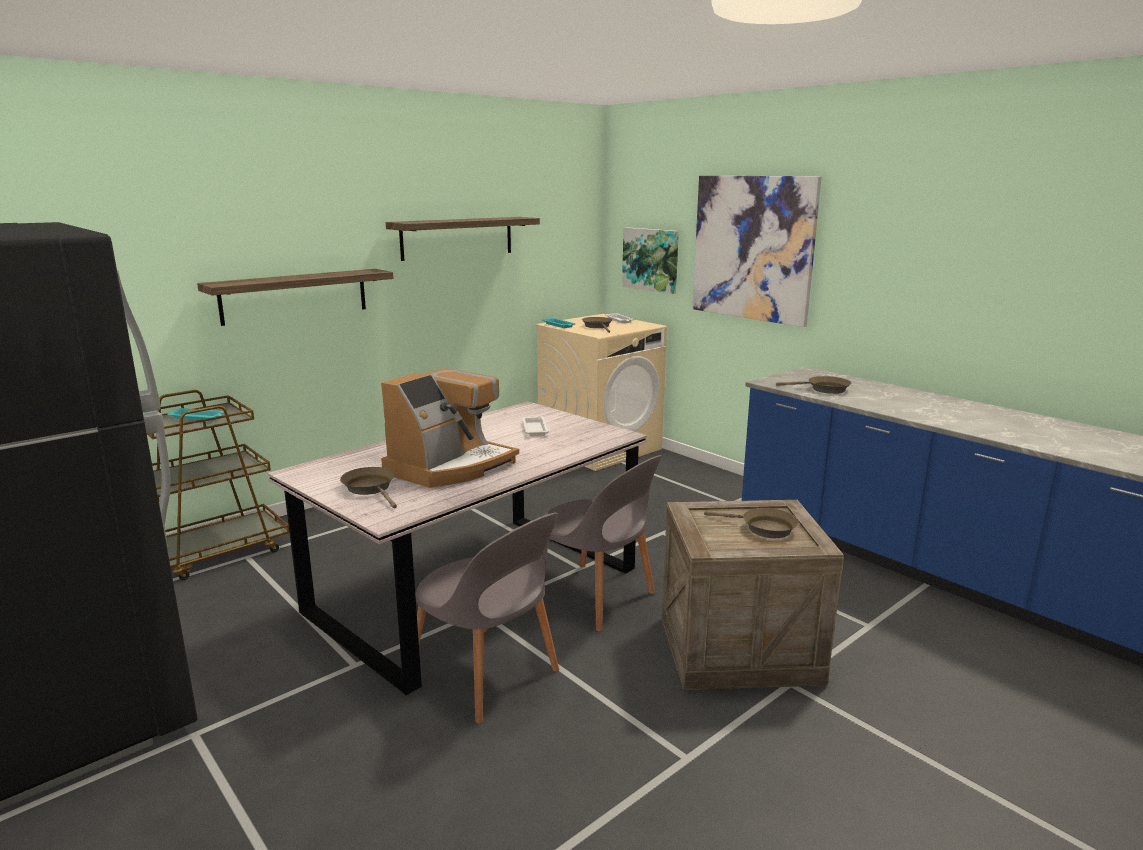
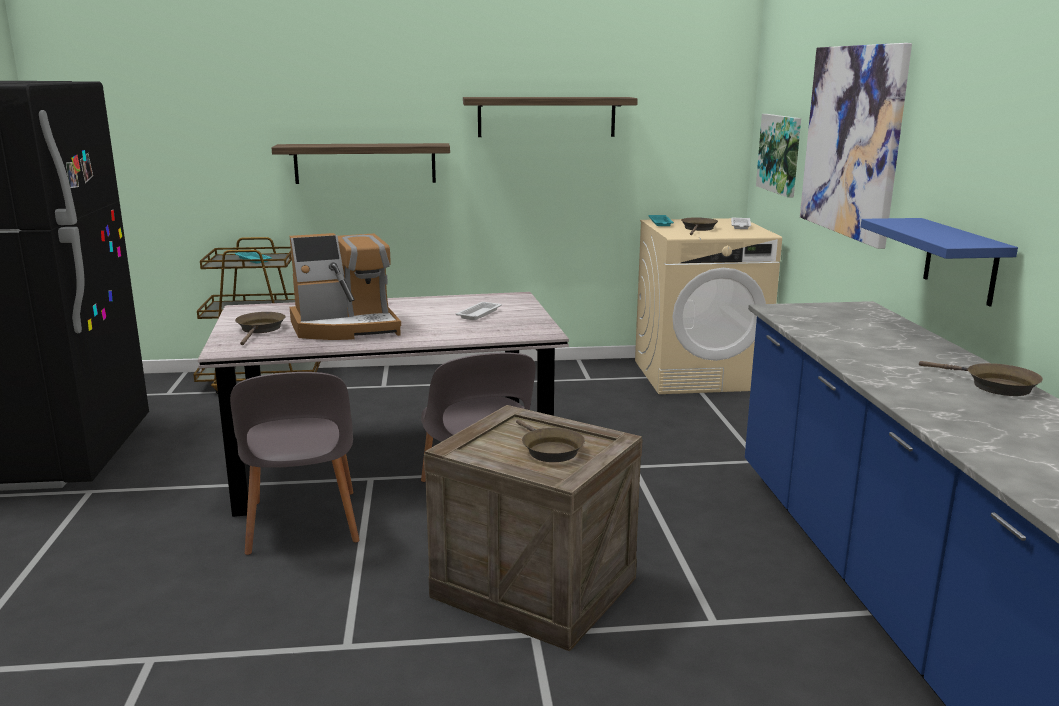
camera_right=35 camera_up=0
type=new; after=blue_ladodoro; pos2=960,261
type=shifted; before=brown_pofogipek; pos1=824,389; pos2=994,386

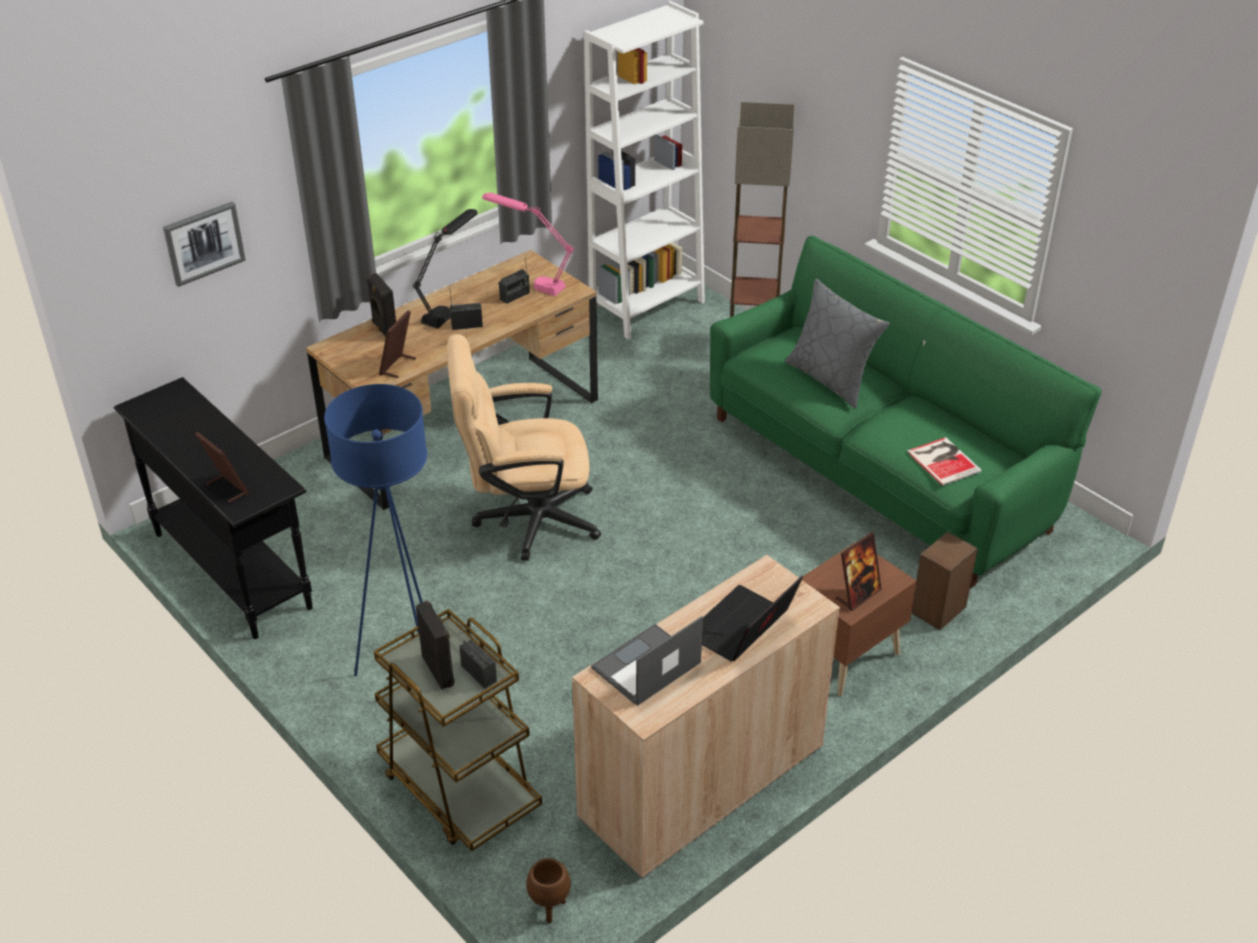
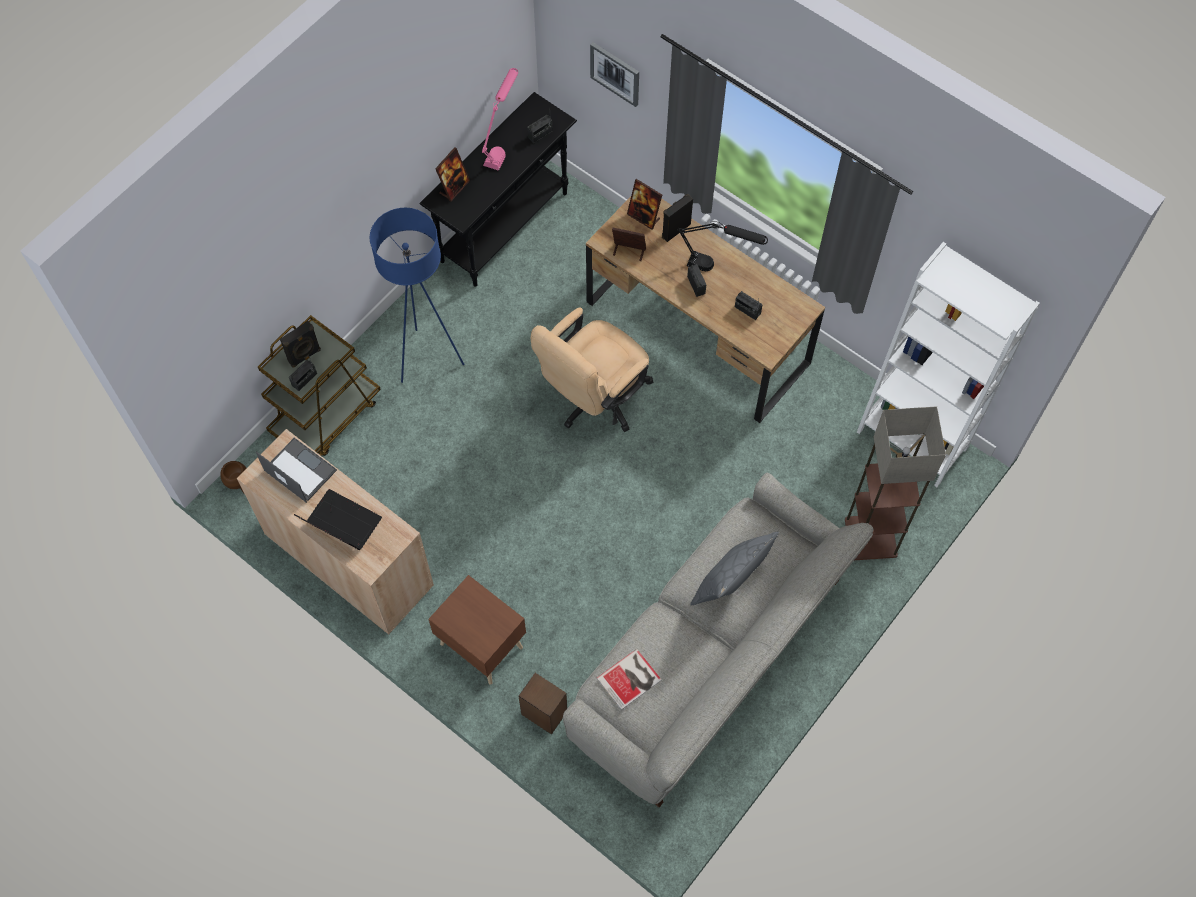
camera_right=80 camera_up=25
type=shifted; before=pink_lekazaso; pos1=531,282; pos2=502,146
type=new; after=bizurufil; pos2=540,134
type=rotated; before=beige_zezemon; pos1=525,520; pos2=594,399; turn=-120
type=repainted; before=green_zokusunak; after=grey_zokusunak; pos1=878,472; pos2=710,659
type=shifted; before=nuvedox; pos1=858,595; pos2=644,217

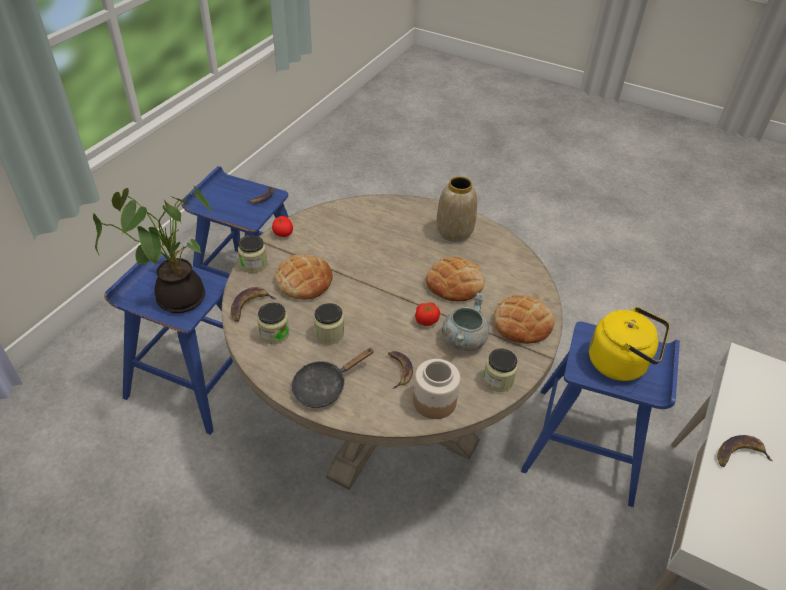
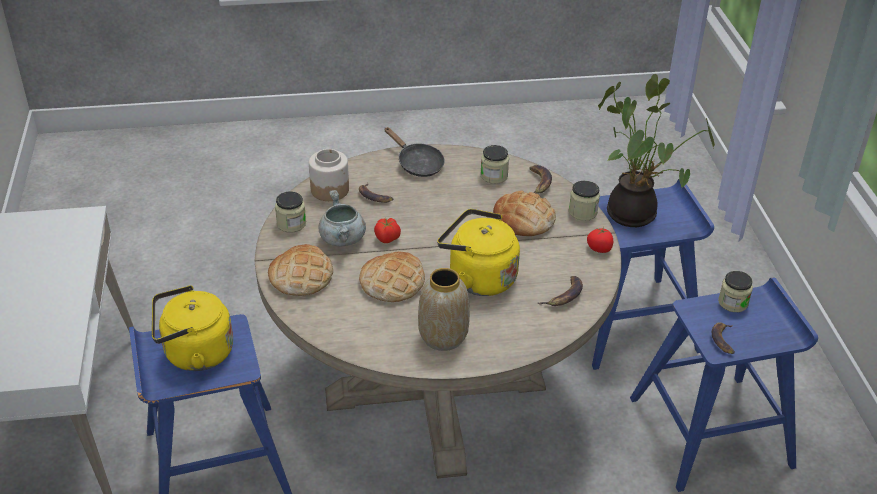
camera_right=145 camera_up=-5
type=rotated; before=black_pofogipek; pos1=324,387; pos2=417,164; turn=120
type=new; after=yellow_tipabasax; pos2=478,278
type=shifted; before=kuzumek; pos1=739,454; pos2=564,296
type=shifted; before=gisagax; pos1=329,334; pos2=733,303

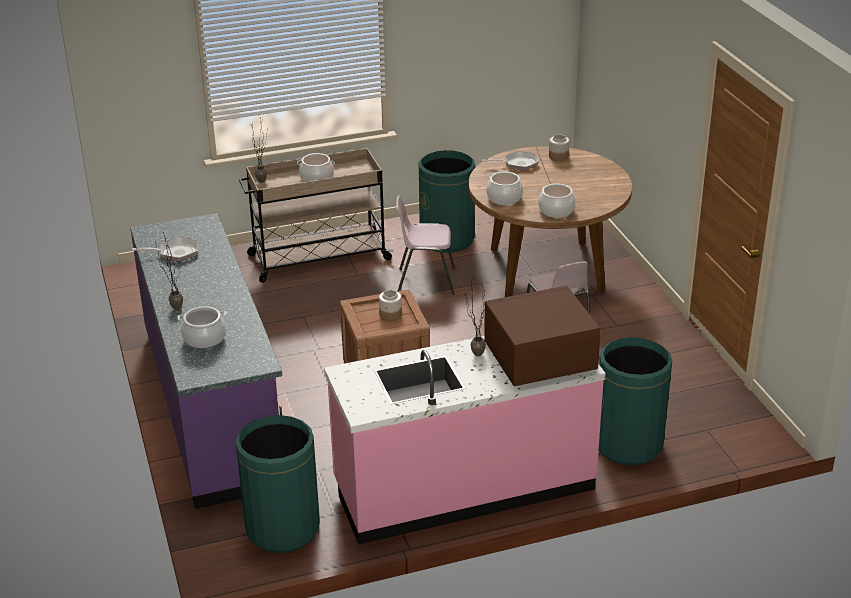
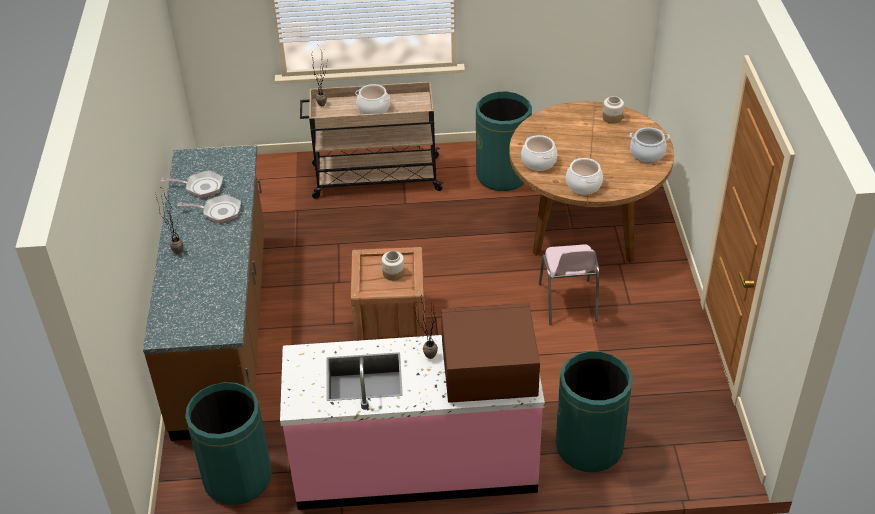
camera_right=15 camera_up=10
type=repainted; before=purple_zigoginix; after=brown_zigoginix; pos1=213,406; pos2=224,330
type=shifted; before=pofogipek; pos1=518,164; pos2=219,211
type=shifted; before=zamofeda; pos1=204,339; pos2=647,154
type=gone; before=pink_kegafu; pos1=425,281

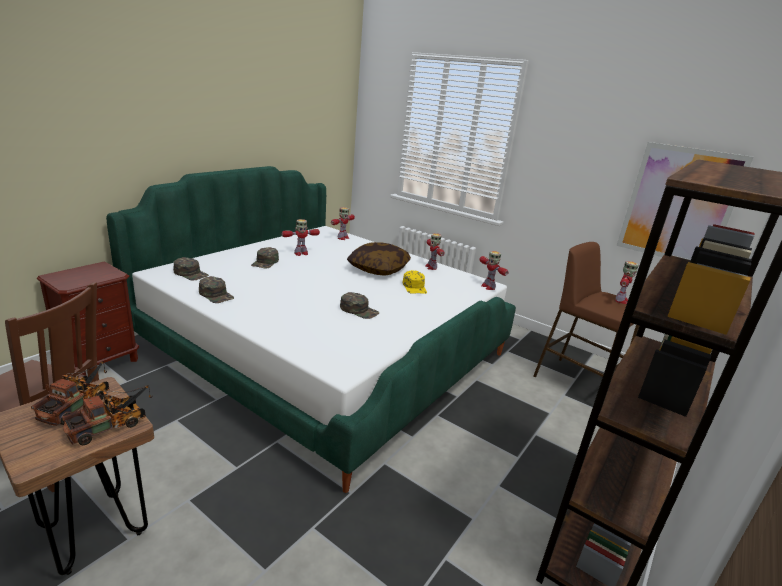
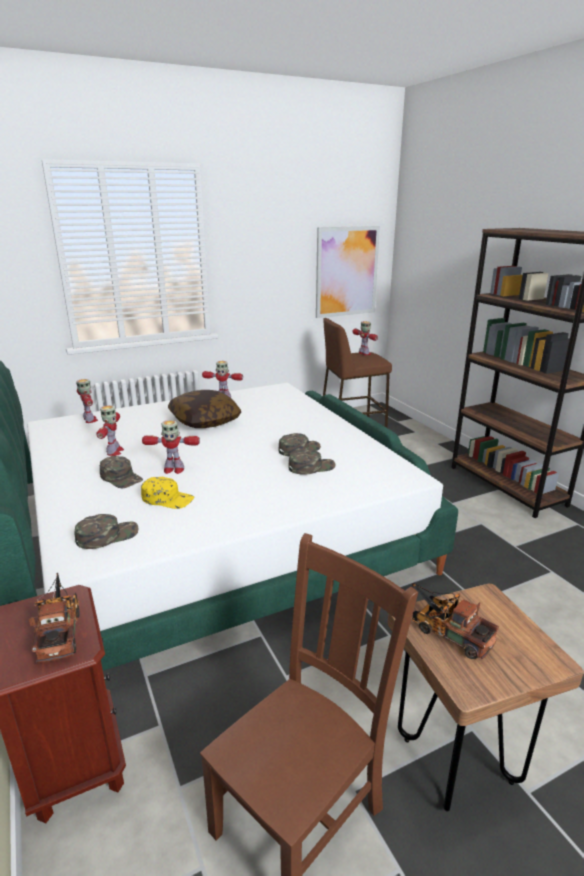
camera_right=-60 camera_up=0
type=shifted; before=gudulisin; pos1=113,425; pos2=60,630
type=shifted; before=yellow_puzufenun; pos1=414,287; pos2=168,498
type=shifted; before=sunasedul; pos1=488,287; pos2=173,469
type=shifted; before=green_puzufenun; pos1=216,295; pos2=311,467

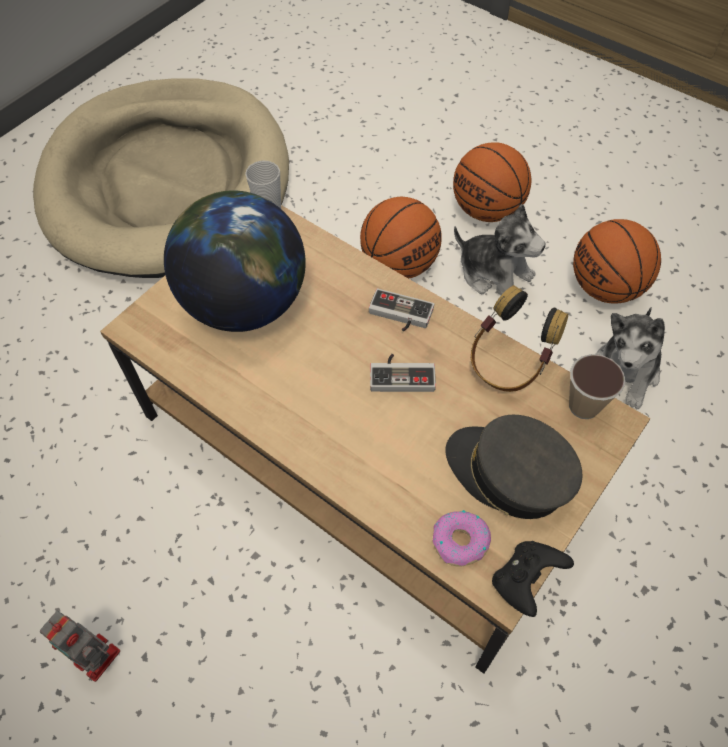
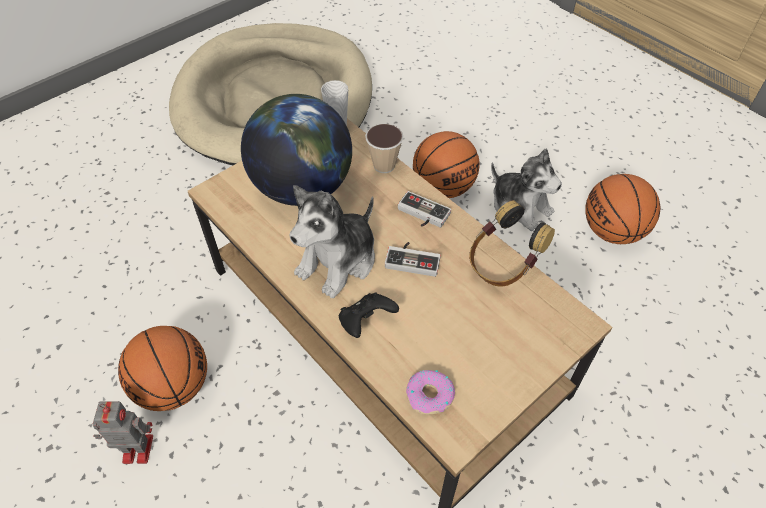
camera_right=10 camera_up=-5
type=rotated; before=sunasedul; pos1=99,658; pos2=136,449; turn=135
type=shifted; before=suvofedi; pos1=486,210; pos2=174,386
type=shifted; before=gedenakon; pos1=624,372; pos2=338,261
type=shifted; before=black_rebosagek; pos1=525,581; pos2=366,322
type=shifted; before=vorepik; pos1=583,406; pos2=384,165
type=gone; before=grey_puzufenun; pos1=508,474

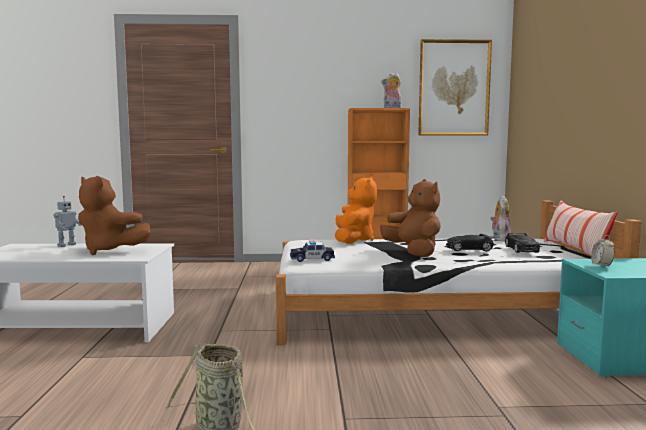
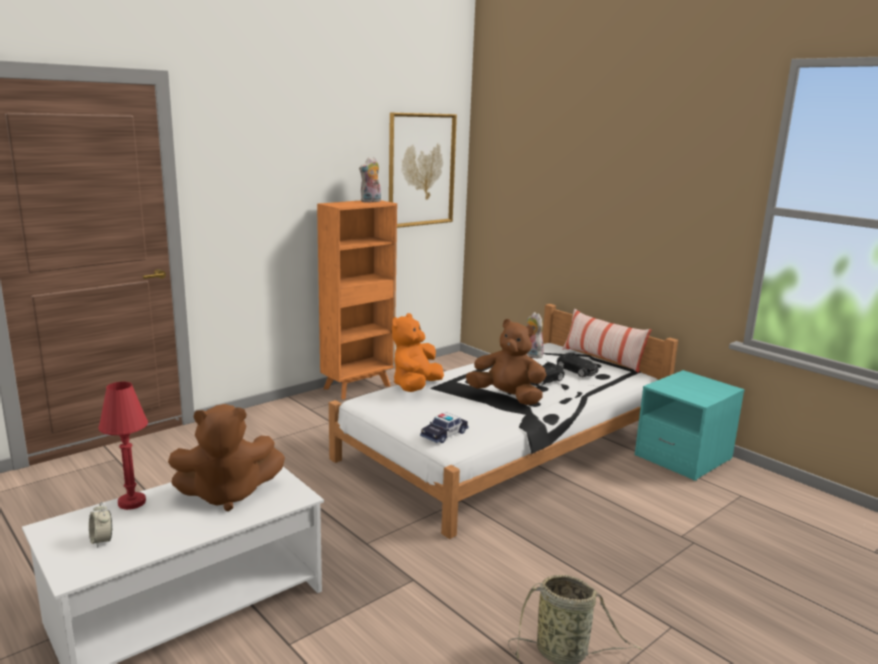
camera_right=-40 camera_up=10
type=shifted; before=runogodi; pos1=601,265; pos2=102,540
type=swapped; before=sunasedul; after=red_lekazaso; pos1=66,245; pos2=132,502
type=rotated; before=orange_gedenakon; pos1=353,240; pos2=415,387; turn=-120

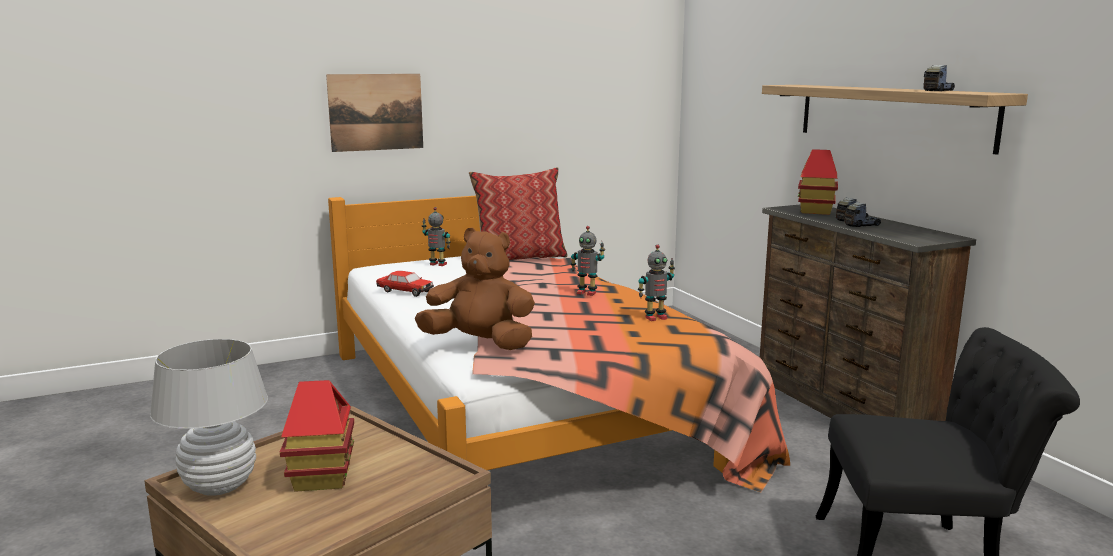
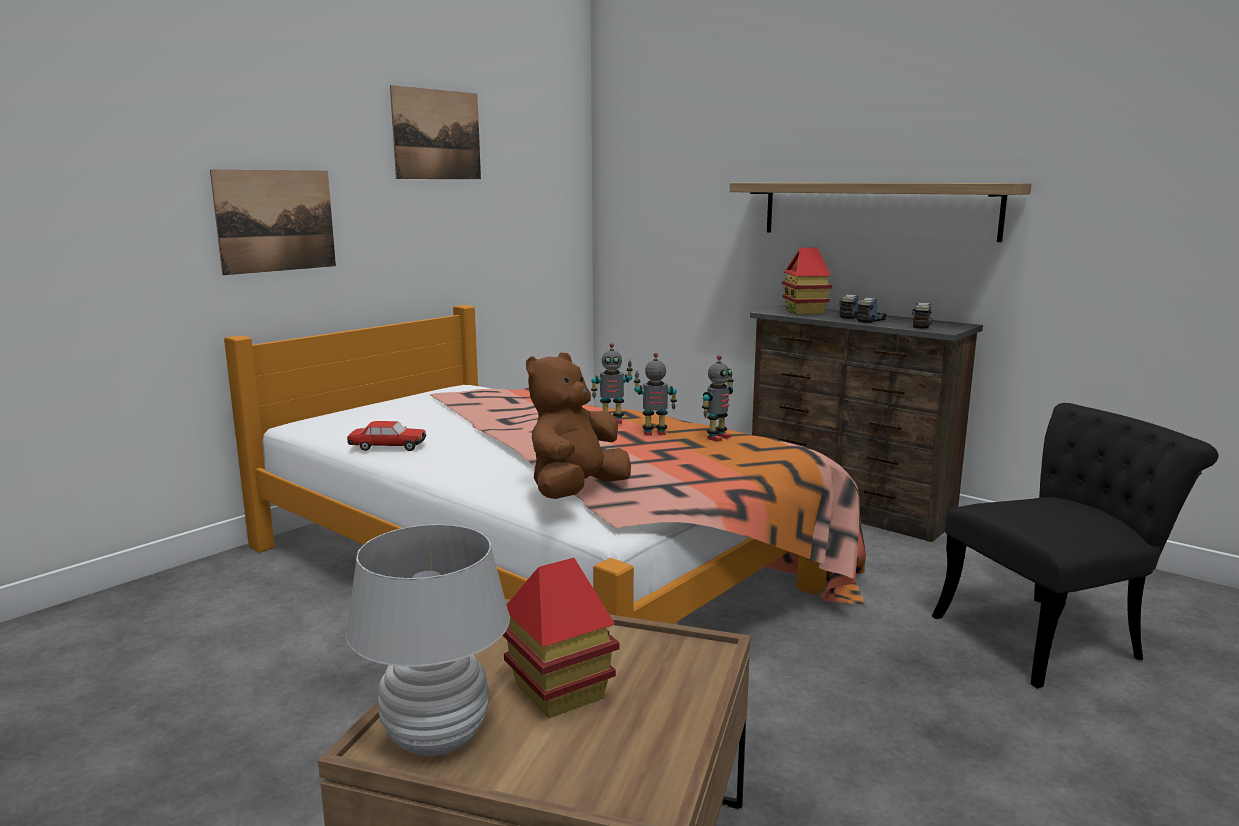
camera_right=-25 camera_up=0
type=new; after=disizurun; pos2=437,135
type=rotated; before=brown_gedenakon; pos1=480,343; pos2=576,492; turn=-45
type=shifted; before=sunasedul; pos1=437,265; pos2=654,434
type=shifted; before=gudulisin; pos1=937,90; pos2=921,326
type=gone; before=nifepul; pos1=519,257

